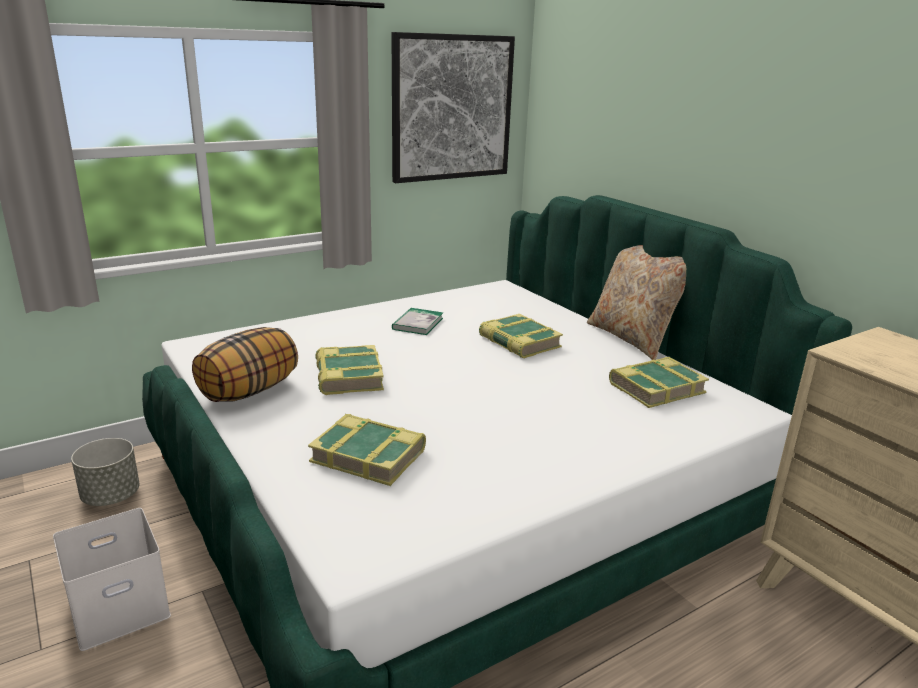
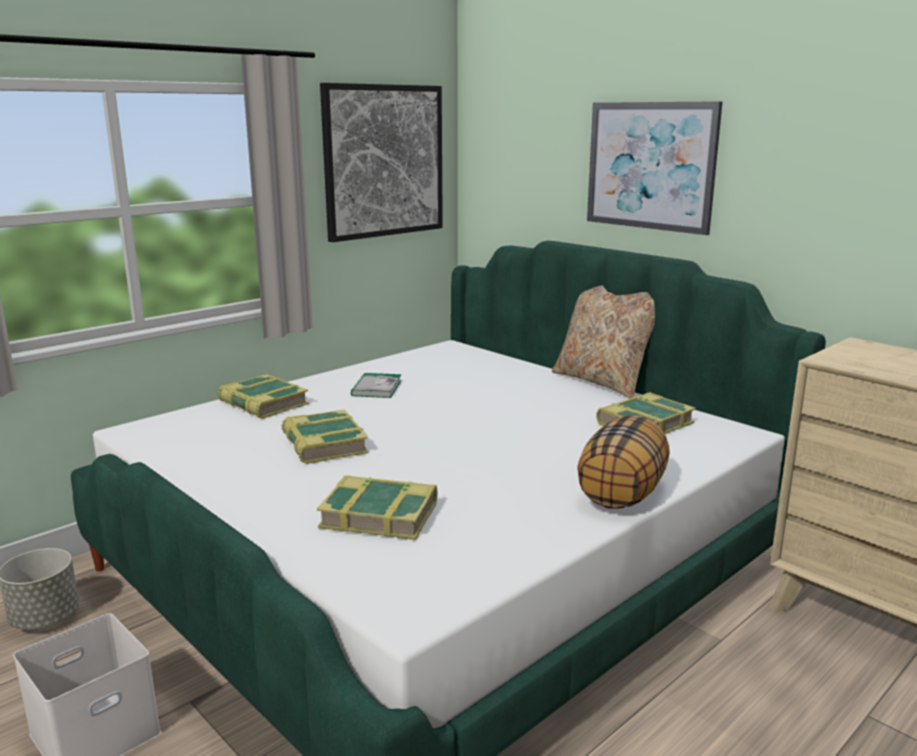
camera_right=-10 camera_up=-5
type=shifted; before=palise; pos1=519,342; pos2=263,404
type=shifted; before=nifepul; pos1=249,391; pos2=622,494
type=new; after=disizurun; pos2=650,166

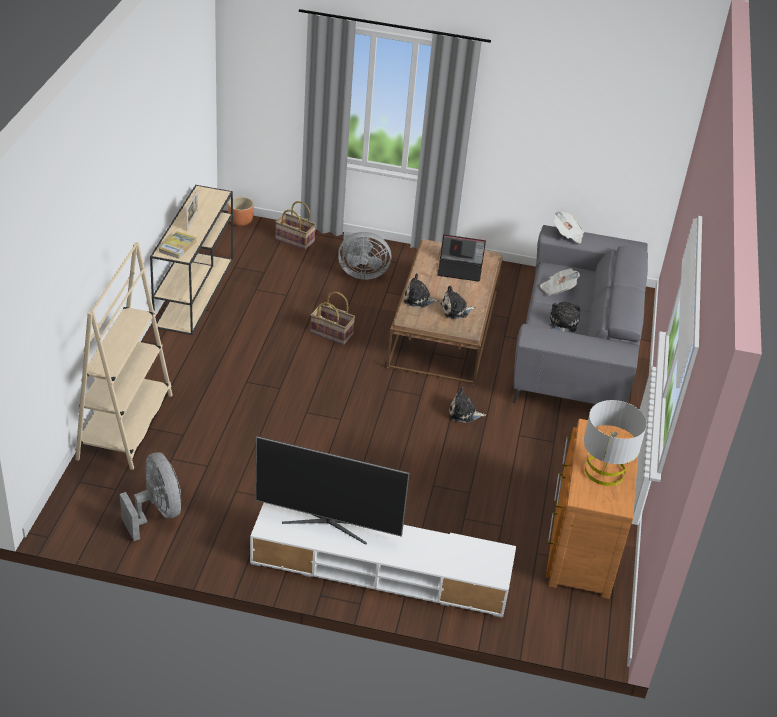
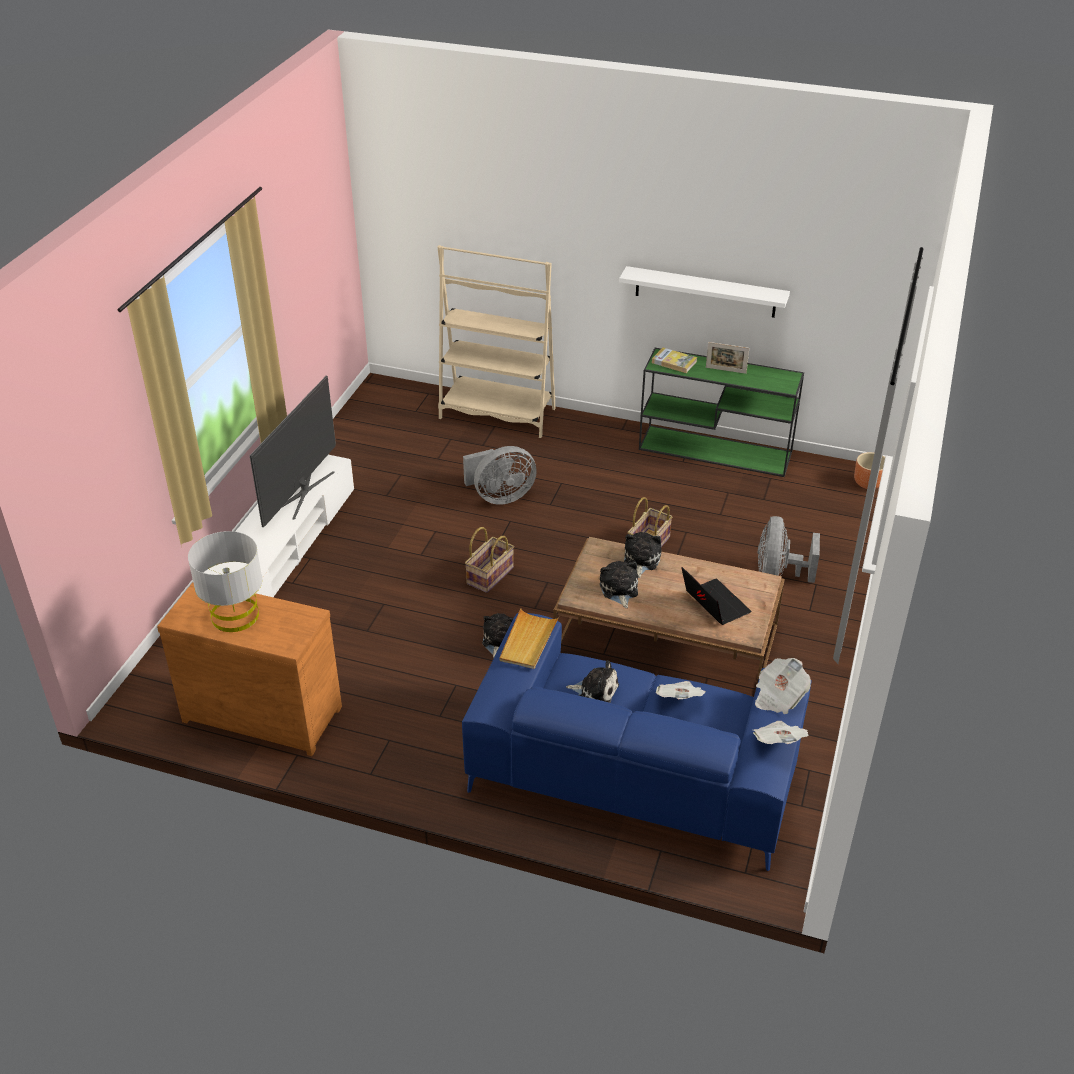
camera_right=100 camera_up=0
type=repainted; before=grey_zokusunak; after=blue_zokusunak; pos1=575,347; pos2=634,771
type=shifted; before=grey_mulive; pos1=156,513; pos2=500,497
type=shifted; before=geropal; pos1=294,240; pos2=489,575
type=new; after=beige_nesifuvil; pos2=528,641
type=new; after=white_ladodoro; pos2=705,292
type=repainted; before=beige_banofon; after=green_banofon; pos1=194,291; pos2=716,451
type=rotated; before=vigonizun; pos1=460,269; pos2=713,604; turn=135
type=new; after=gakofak; pos2=778,742

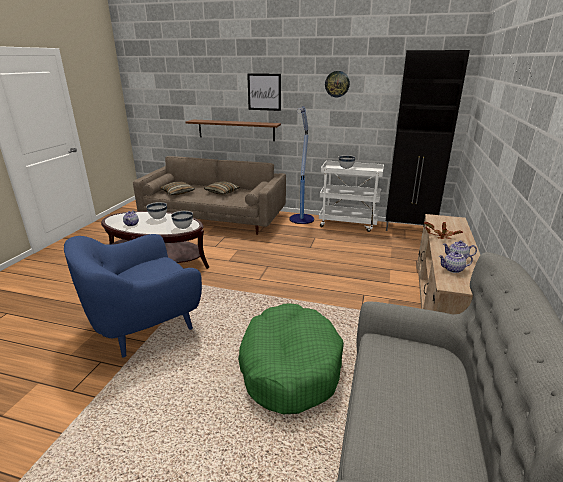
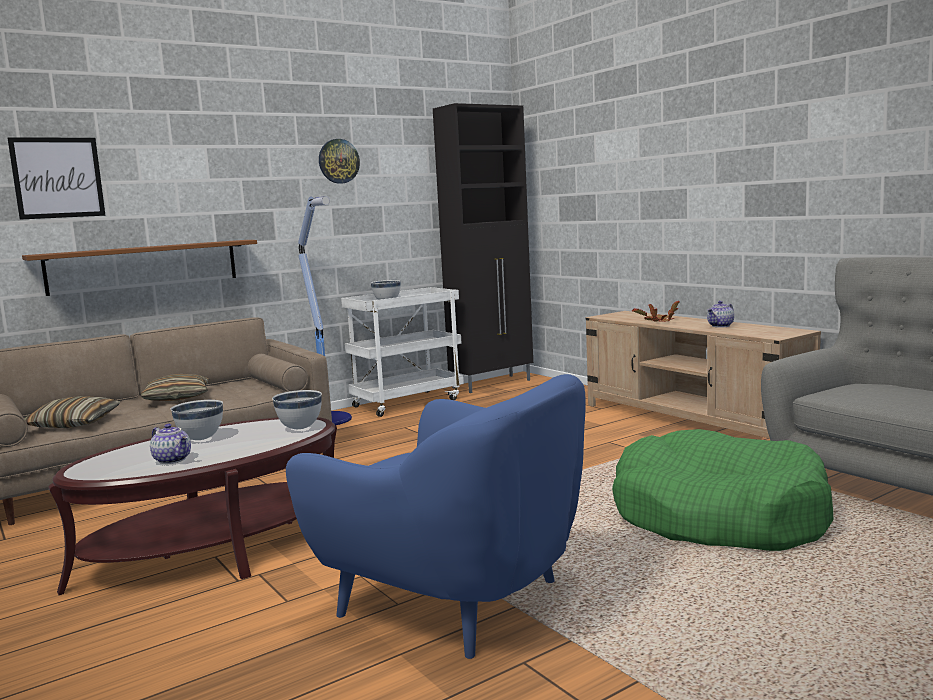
camera_right=-50 camera_up=-15
type=shifted; before=disizurun; pos1=264,92; pos2=57,178
type=rotated; before=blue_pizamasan; pos1=143,325; pos2=455,600; turn=-60
type=gone; before=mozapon; pos1=453,270

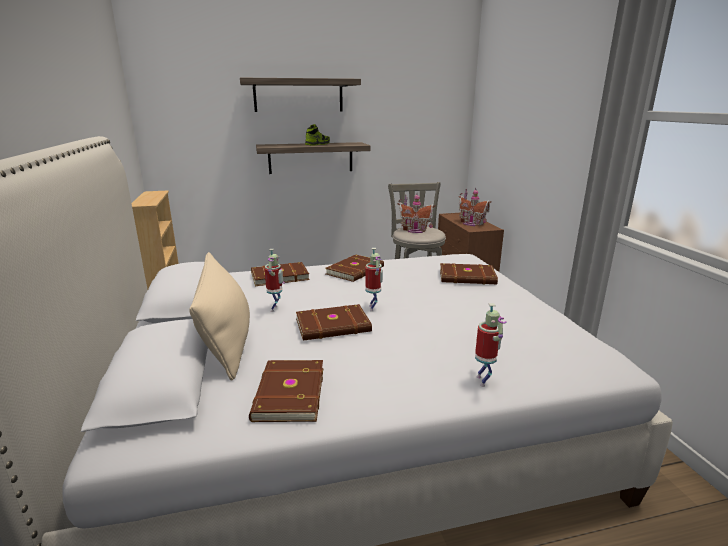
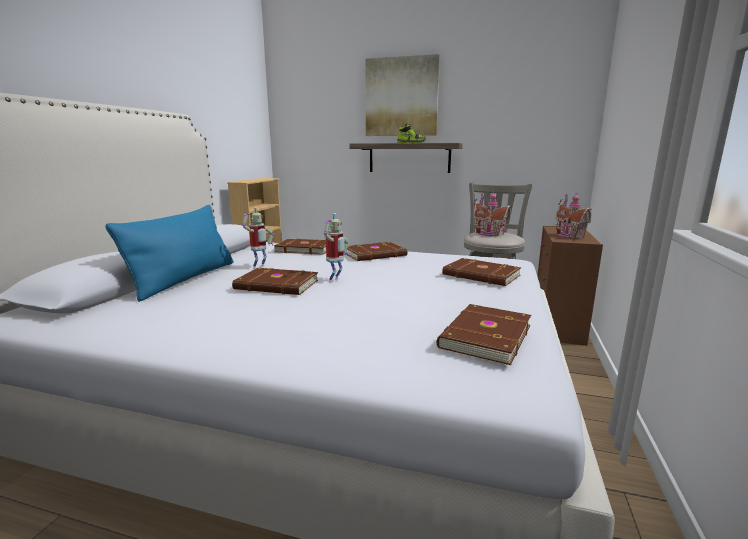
camera_right=30 camera_up=-5
type=repainted; before=beige_nifepul; after=blue_nifepul; pos1=226,341; pos2=185,279
type=swapped; before=ladodoro; after=disizurun; pos1=298,95; pos2=401,97
type=shifted; before=brown_palise; pos1=287,394; pos2=483,336
type=gone; before=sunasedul; pos1=484,381

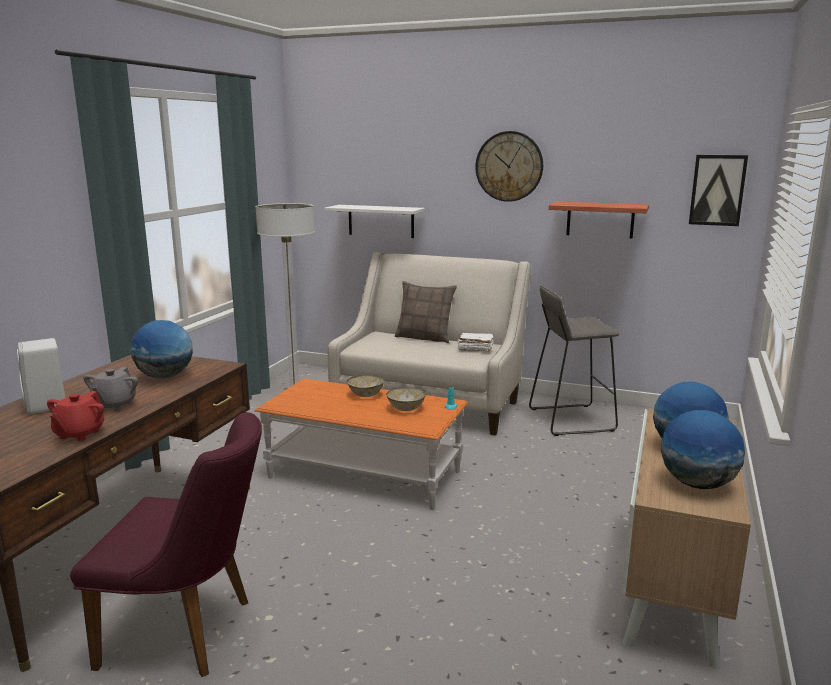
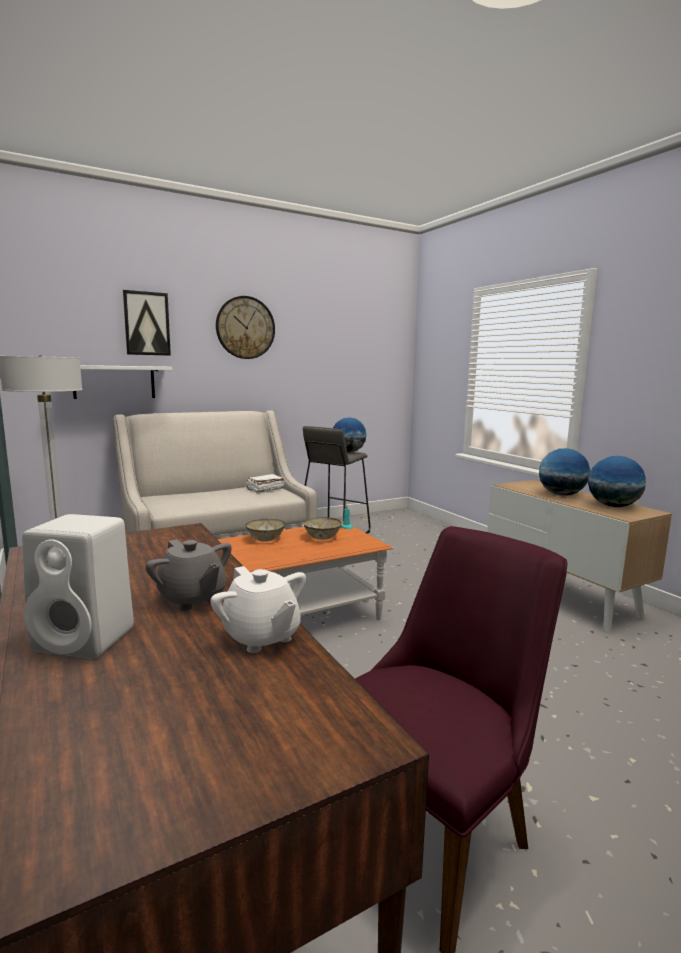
camera_right=-50 camera_up=-5
type=shifted; before=disizurun; pos1=717,190; pos2=147,323
type=repainted; before=red_mozapon; after=white_mozapon; pos1=79,434; pos2=261,637
type=shifted; before=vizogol; pos1=165,376; pos2=348,452
type=gone; before=nifepul; pos1=424,337
type=gone; before=ladodoro; pos1=600,219

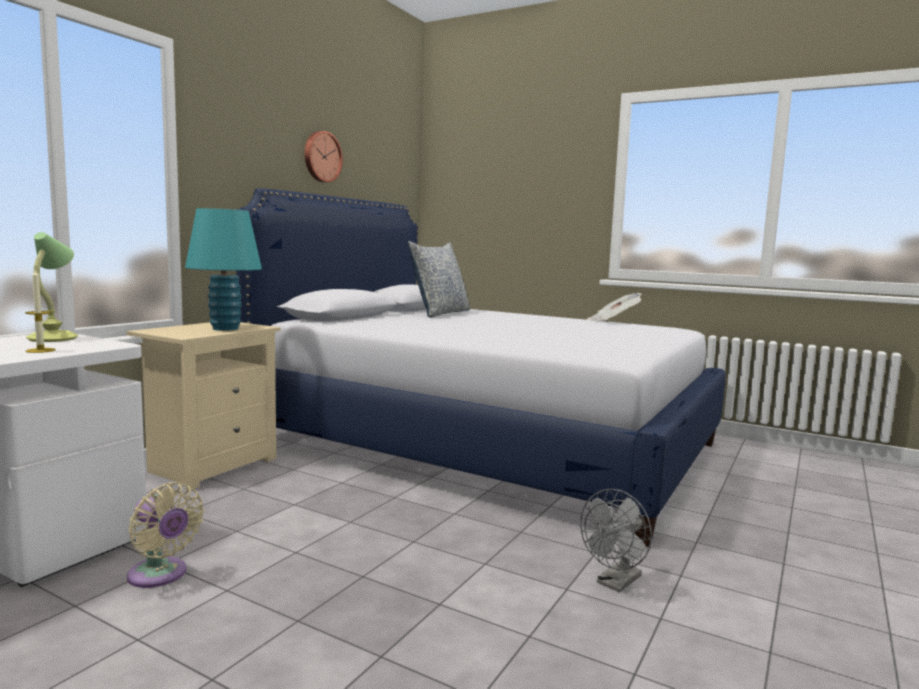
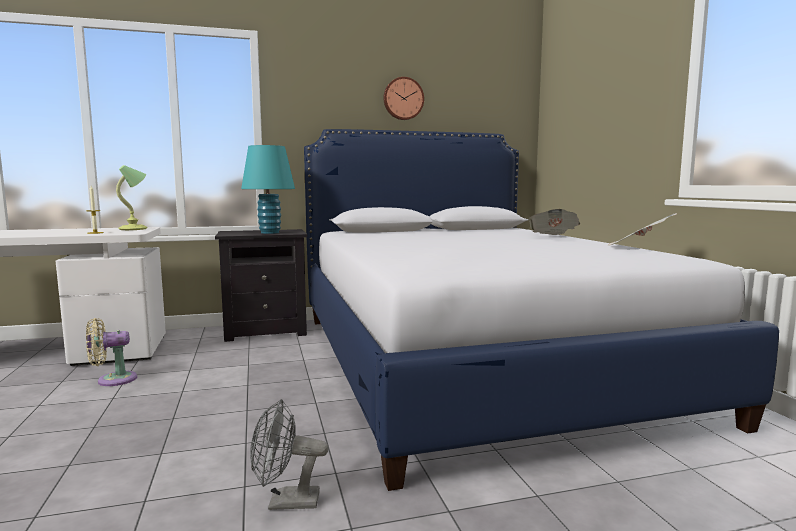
camera_right=45 camera_up=0
type=rotated; before=beige_mulive; pos1=160,575; pos2=112,380; turn=75
type=repainted; before=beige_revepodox; after=black_revepodox; pos1=211,465; pos2=266,331
type=new; after=gakofak; pos2=553,237
type=gone; before=nifepul; pos1=440,313

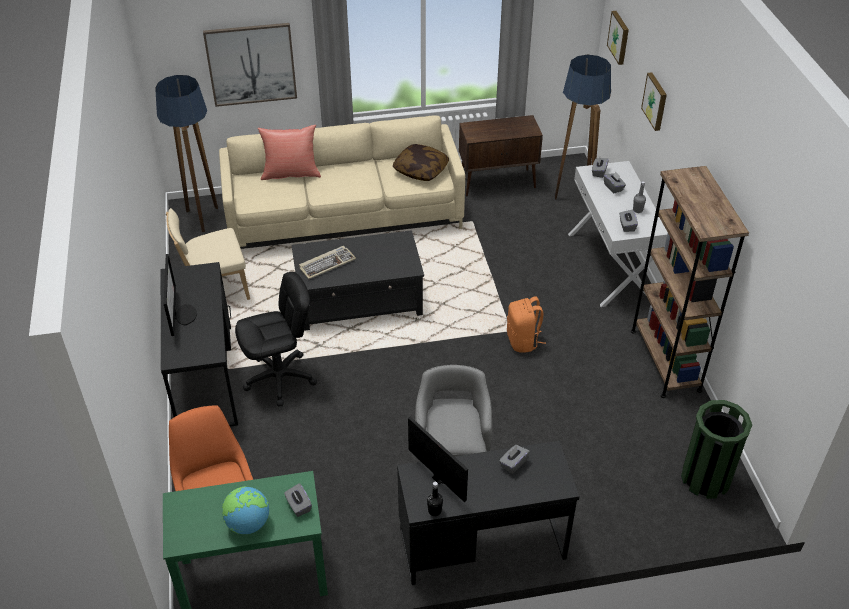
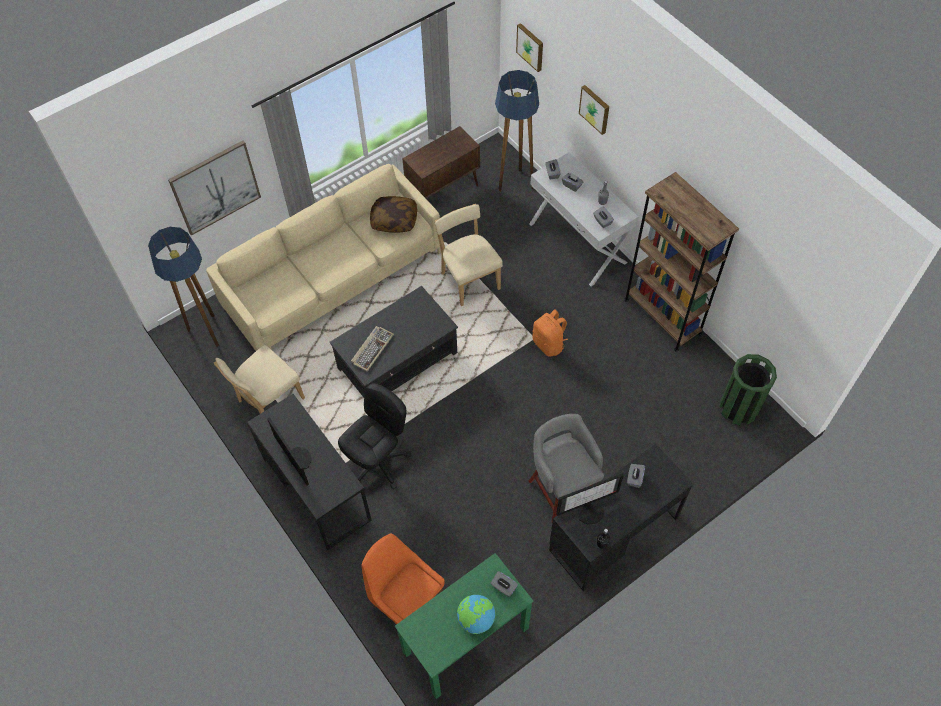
camera_right=-25 camera_up=15
type=new; after=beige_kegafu; pos2=469,279
type=rotated; before=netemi; pos1=442,475; pos2=590,511; turn=135
type=gone; before=red_nifepul; pos1=291,173

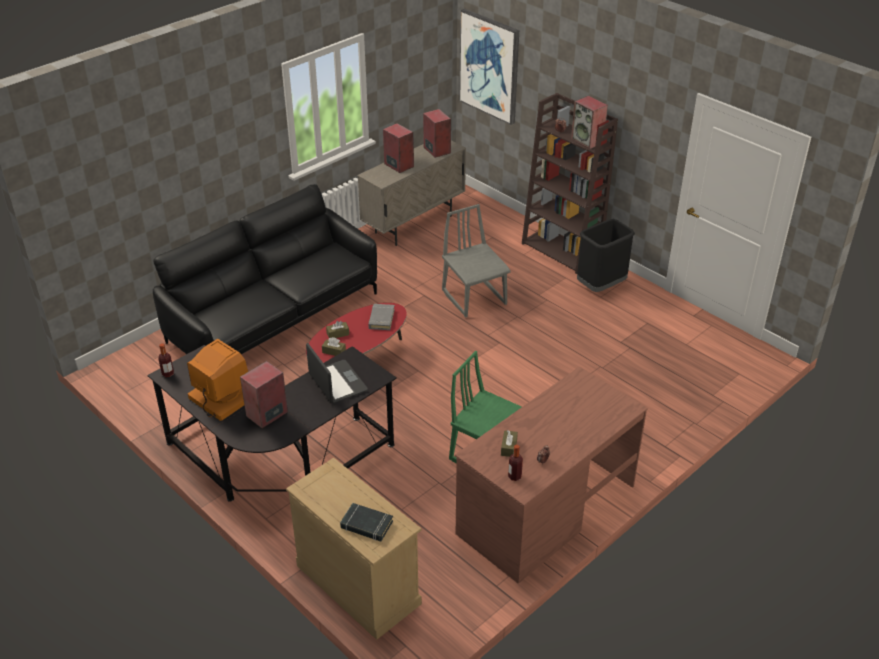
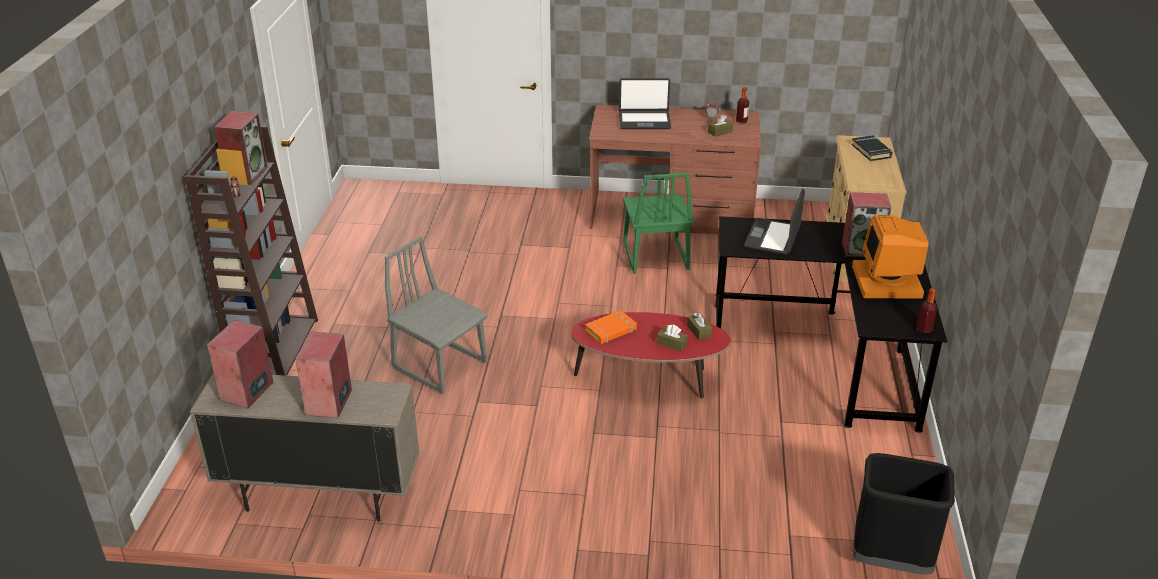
camera_right=-130 camera_up=-5
type=rotated; before=grey_kegafu; pos1=474,297; pos2=440,364; turn=105
type=repainted; before=grey_palise; after=orange_palise; pos1=381,319; pos2=611,330
type=new; after=vigonizun; pos2=644,121
type=shifted; before=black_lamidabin; pos1=601,286; pos2=891,560
type=gone; before=black_zokusunak; pos1=274,317
type=gone; before=disizurun; pos1=489,66

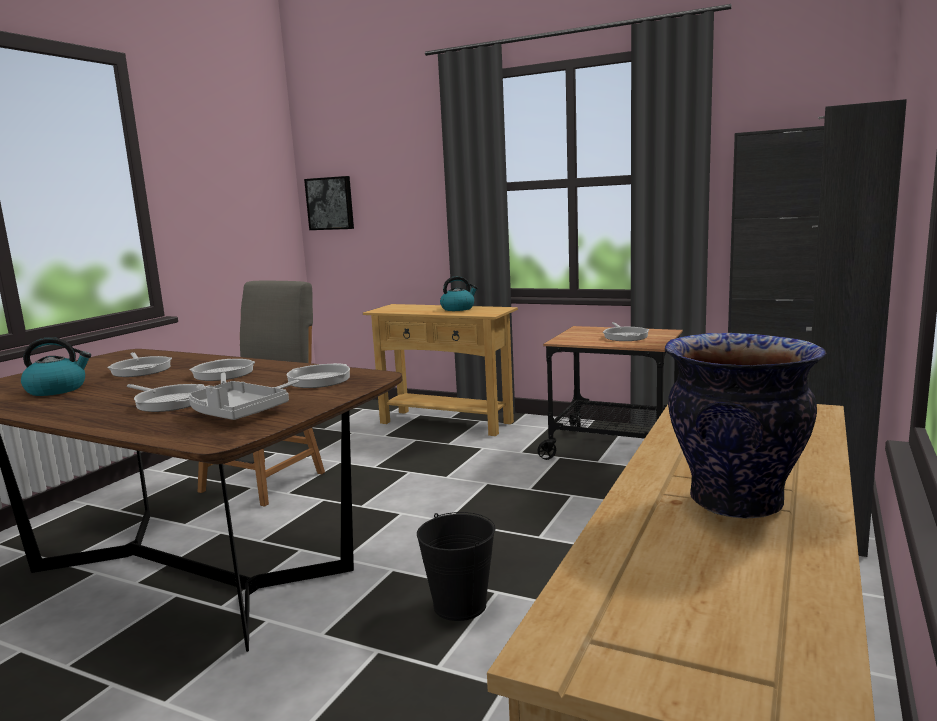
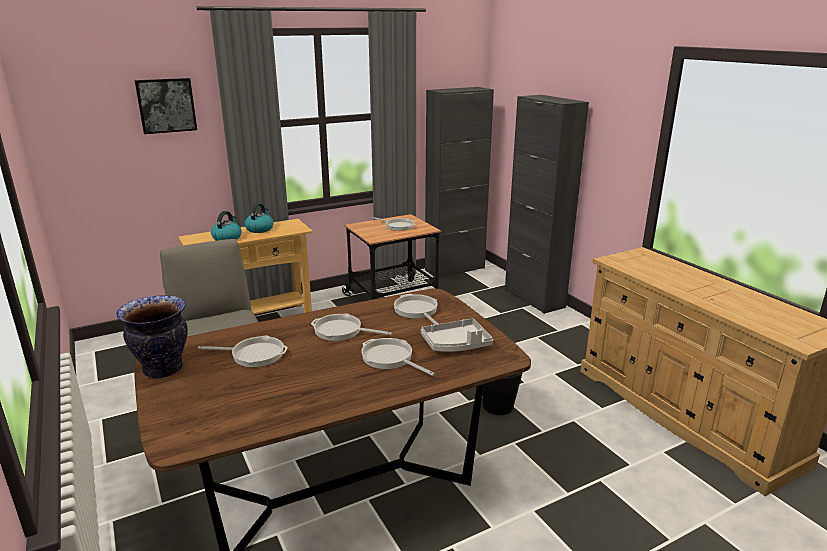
camera_right=-55 camera_up=10
type=shifted; before=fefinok; pos1=738,503; pos2=164,369
type=shifted; before=disizurun; pos1=330,203; pos2=166,105
type=shifted; before=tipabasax; pos1=57,389; pos2=227,238
type=rotated; before=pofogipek; pos1=169,402; pos2=390,358; turn=-120

